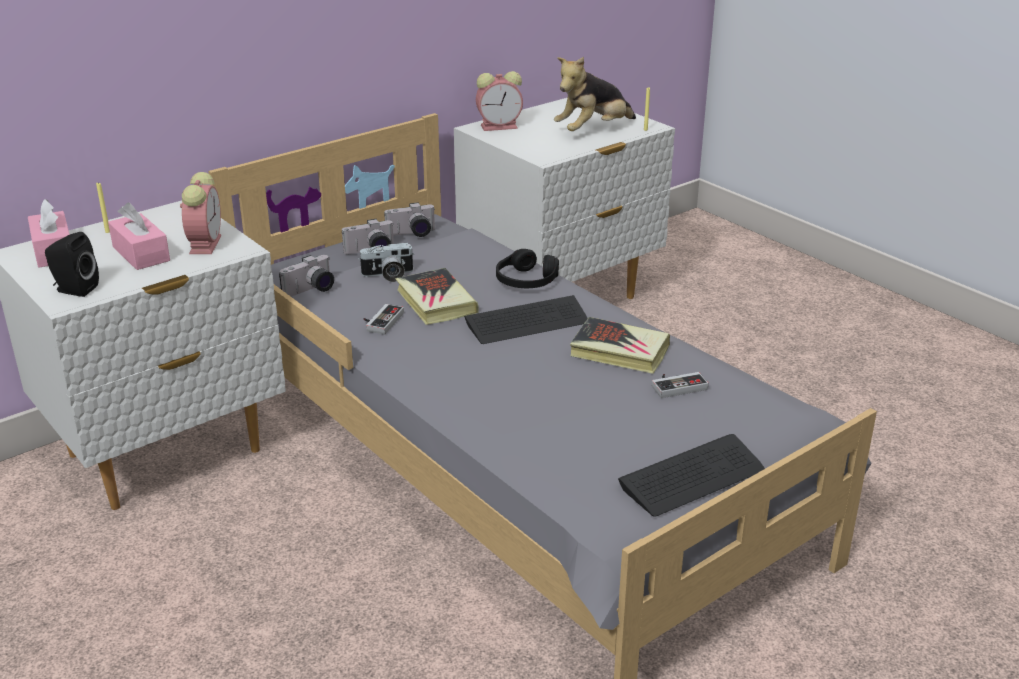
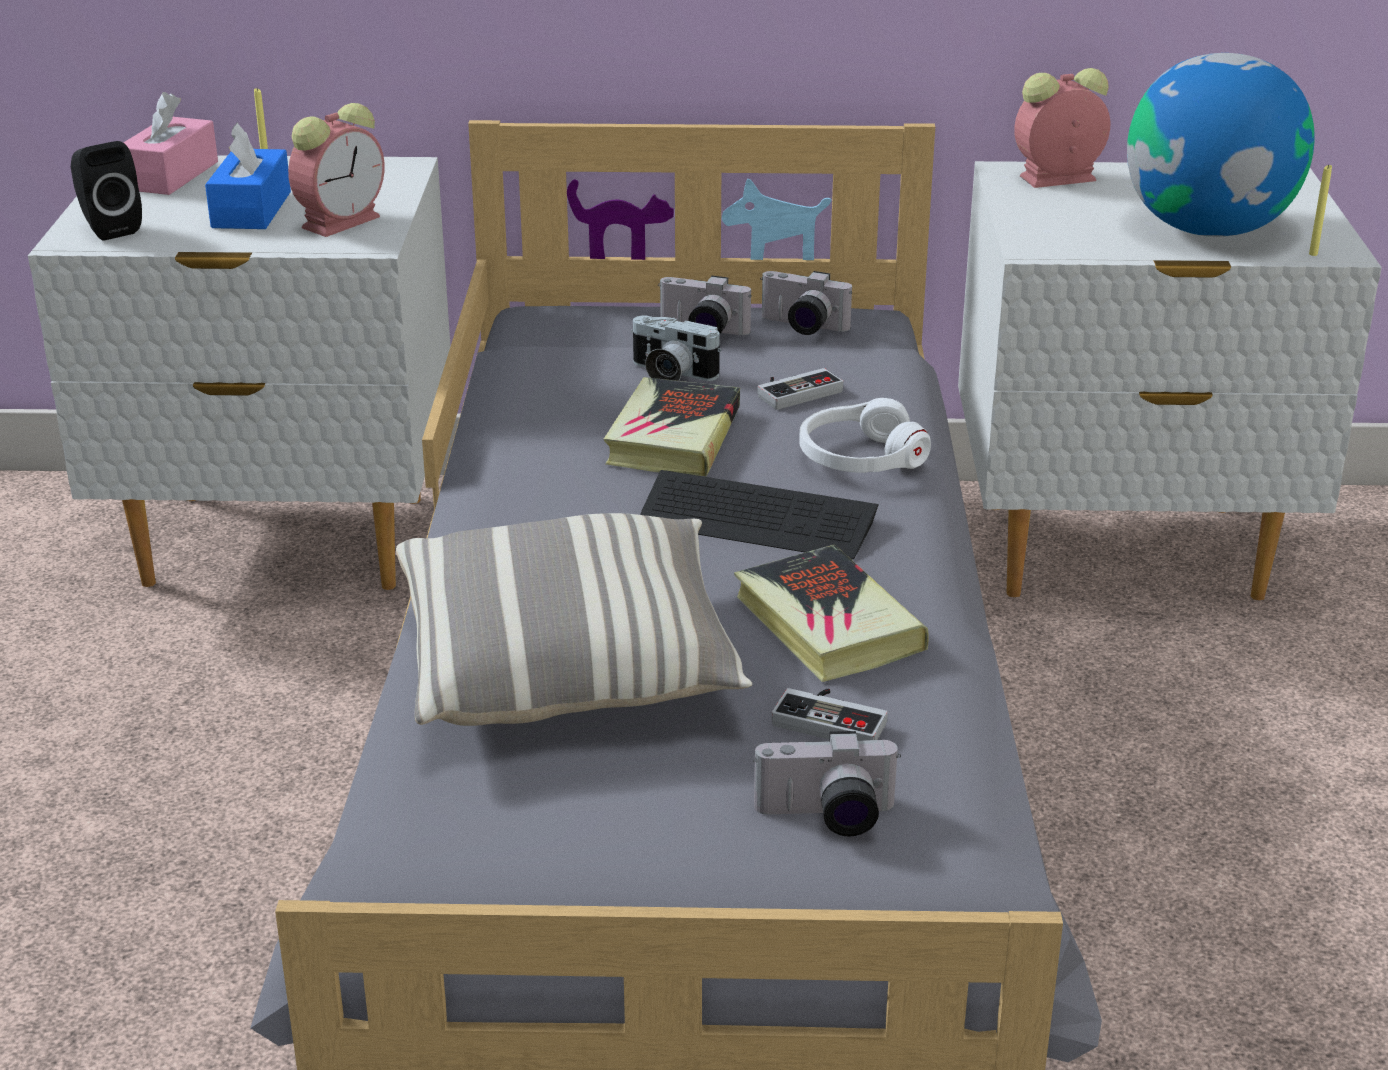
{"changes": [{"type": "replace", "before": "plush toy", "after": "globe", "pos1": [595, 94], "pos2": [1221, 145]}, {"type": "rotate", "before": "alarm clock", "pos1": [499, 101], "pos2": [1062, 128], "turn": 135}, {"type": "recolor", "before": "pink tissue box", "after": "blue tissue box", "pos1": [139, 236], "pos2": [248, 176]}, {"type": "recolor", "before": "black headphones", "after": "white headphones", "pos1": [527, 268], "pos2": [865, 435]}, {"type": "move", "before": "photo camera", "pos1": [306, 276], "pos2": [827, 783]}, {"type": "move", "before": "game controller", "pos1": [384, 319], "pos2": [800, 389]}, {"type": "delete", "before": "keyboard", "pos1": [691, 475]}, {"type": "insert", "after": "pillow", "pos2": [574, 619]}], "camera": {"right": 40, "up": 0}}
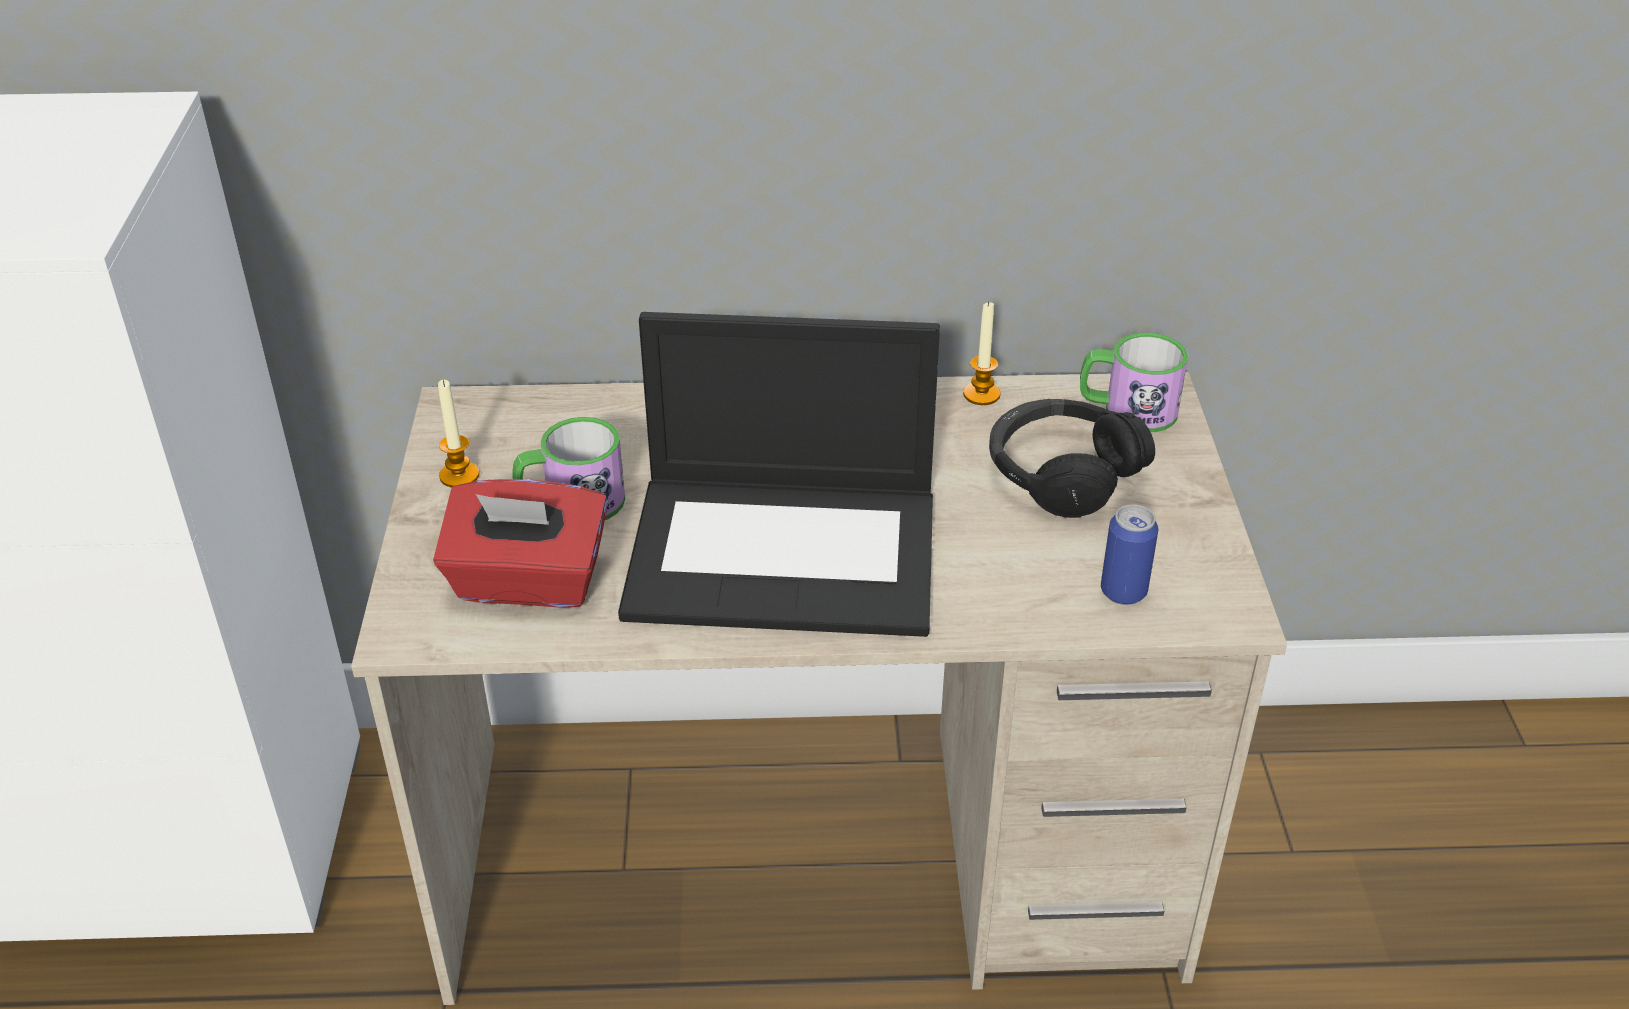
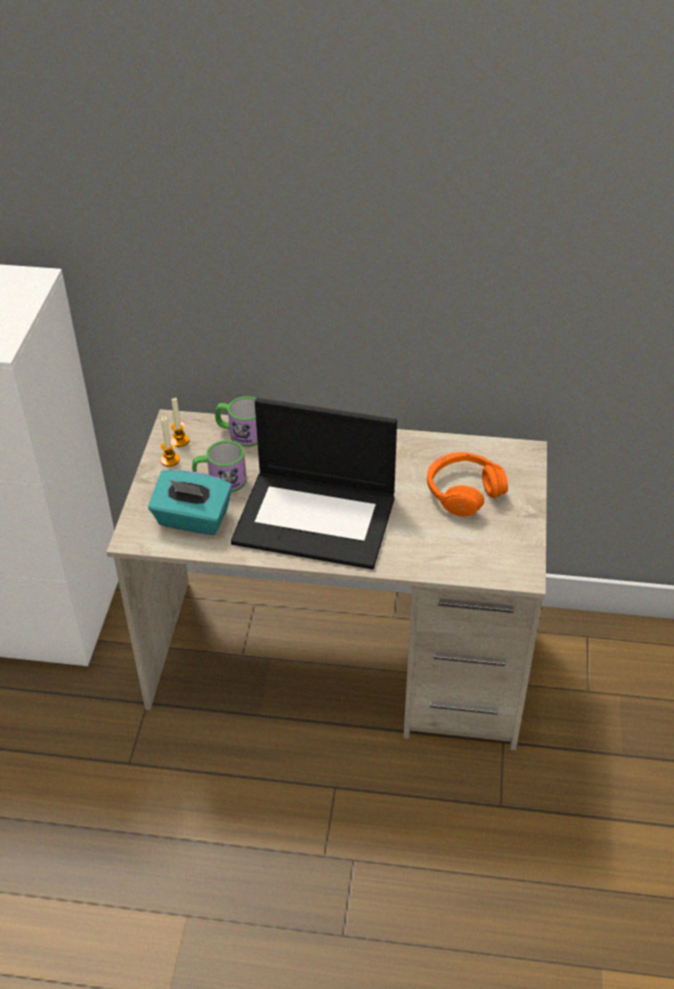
{"changes": [{"type": "move", "before": "candle", "pos1": [982, 353], "pos2": [179, 422]}, {"type": "move", "before": "mug", "pos1": [1134, 383], "pos2": [236, 421]}, {"type": "recolor", "before": "black headphones", "after": "orange headphones", "pos1": [1072, 458], "pos2": [467, 484]}, {"type": "recolor", "before": "red tissue box", "after": "turquoise tissue box", "pos1": [520, 543], "pos2": [190, 502]}, {"type": "delete", "before": "can", "pos1": [1130, 554]}], "camera": {"right": 10, "up": 5}}
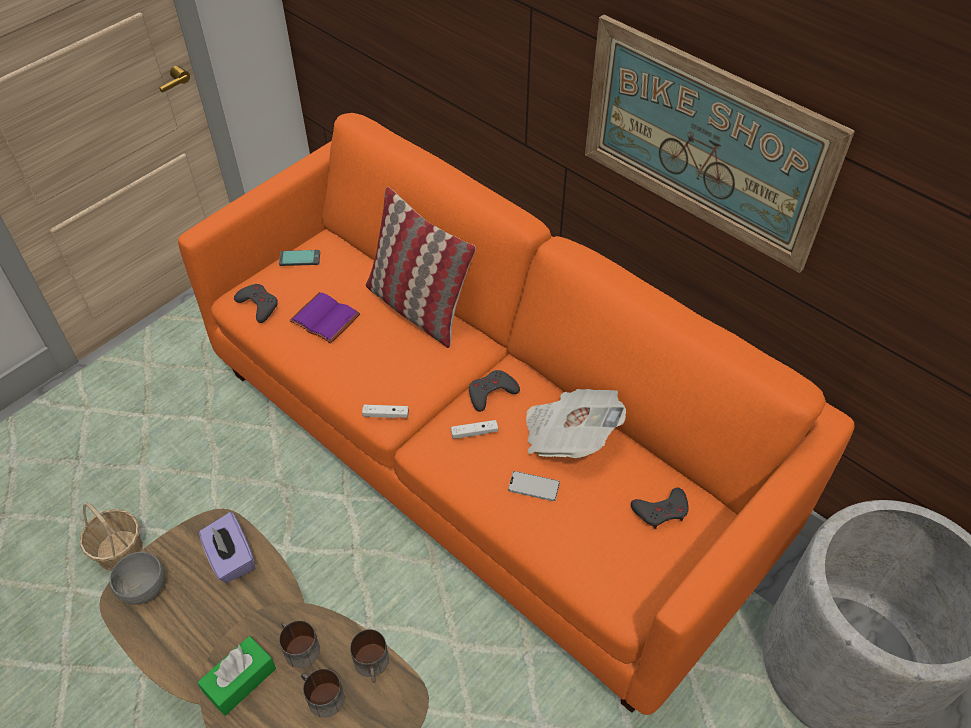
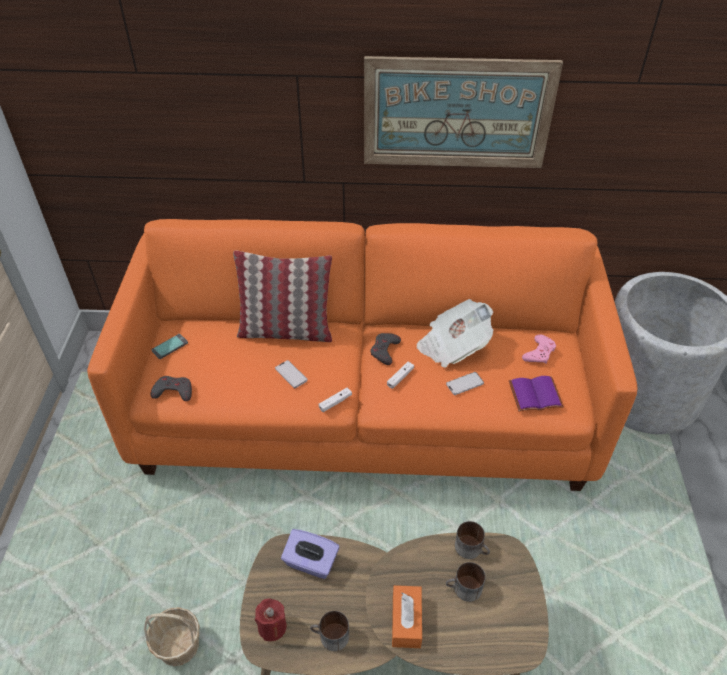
{"changes": [{"type": "move", "before": "purple book", "pos1": [324, 318], "pos2": [536, 393]}, {"type": "recolor", "before": "grey game controller", "after": "pink game controller", "pos1": [659, 508], "pos2": [539, 349]}, {"type": "replace", "before": "grey bowl", "after": "red candle", "pos1": [137, 578], "pos2": [271, 619]}, {"type": "move", "before": "mug", "pos1": [299, 644], "pos2": [329, 631]}, {"type": "recolor", "before": "green tissue box", "after": "orange tissue box", "pos1": [236, 676], "pos2": [407, 616]}, {"type": "insert", "after": "phone", "pos2": [291, 374]}], "camera": {"right": -40, "up": -5}}
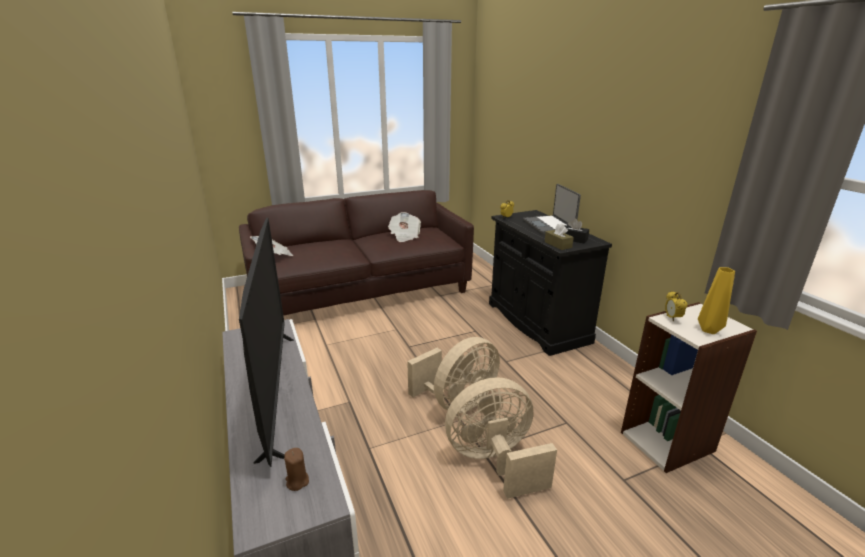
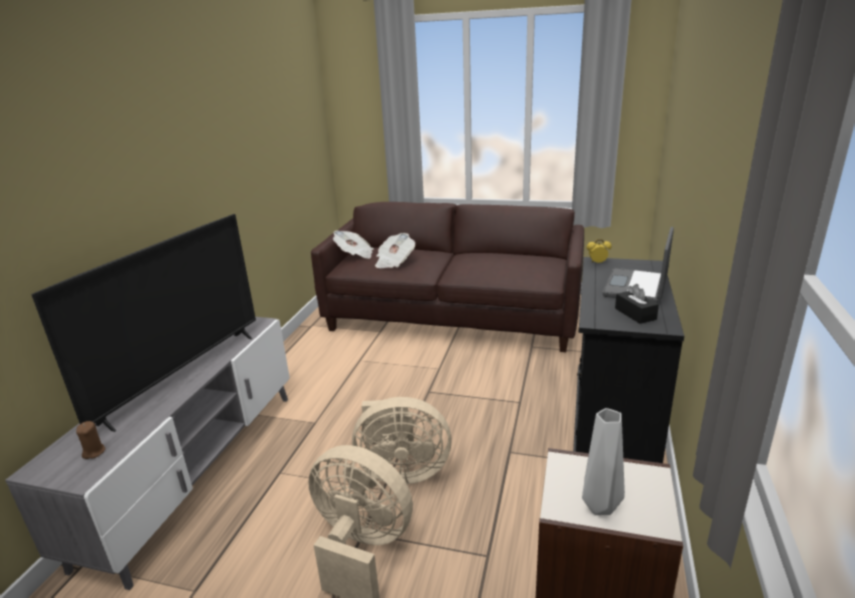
{"changes": [{"type": "move", "before": "newspaper", "pos1": [404, 227], "pos2": [395, 250]}, {"type": "delete", "before": "brown tissue box", "pos1": [559, 236]}, {"type": "recolor", "before": "yellow vase", "after": "grey vase", "pos1": [716, 300], "pos2": [603, 461]}, {"type": "delete", "before": "alarm clock", "pos1": [676, 306]}], "camera": {"right": 40, "up": 0}}
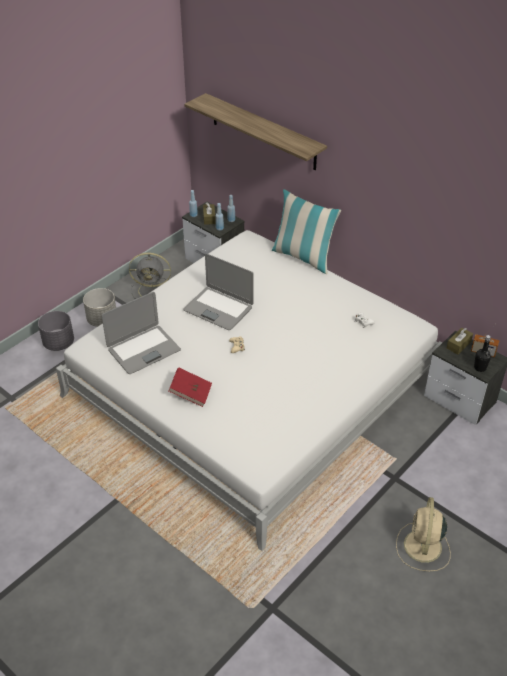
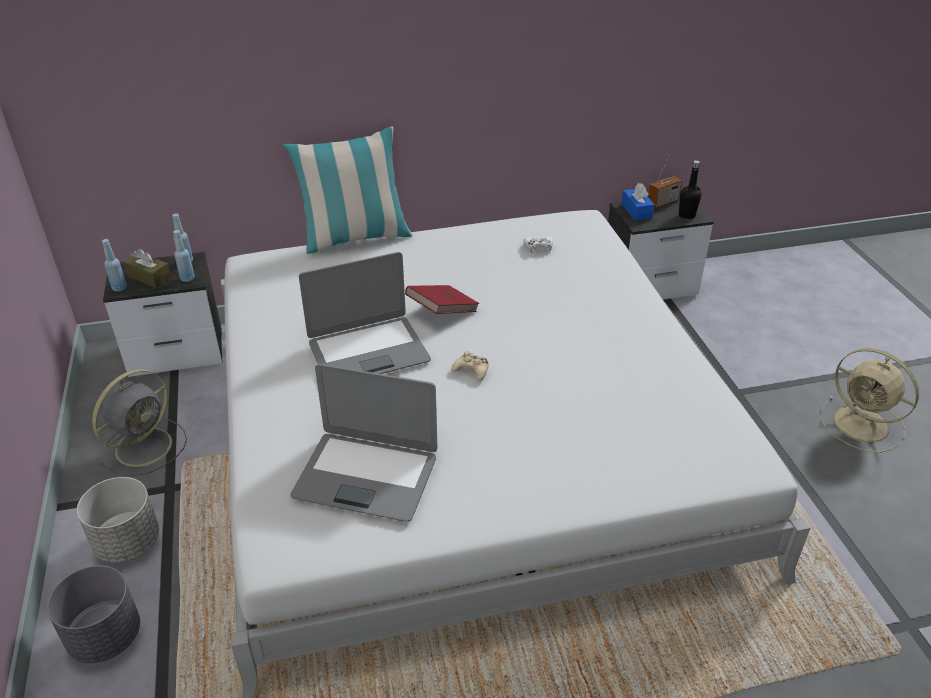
{"changes": [{"type": "delete", "before": "shelf", "pos1": [256, 131]}, {"type": "rotate", "before": "laptop", "pos1": [141, 333], "pos2": [364, 443], "turn": 105}, {"type": "recolor", "before": "brown tissue box", "after": "blue tissue box", "pos1": [459, 341], "pos2": [638, 202]}, {"type": "move", "before": "red book", "pos1": [190, 387], "pos2": [442, 299]}], "camera": {"right": -55, "up": -5}}
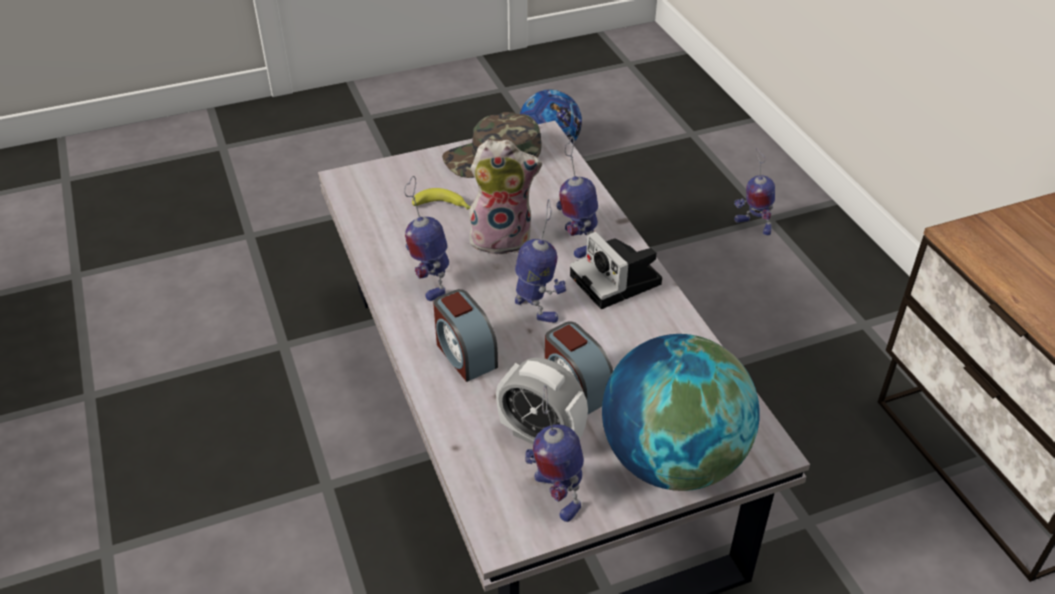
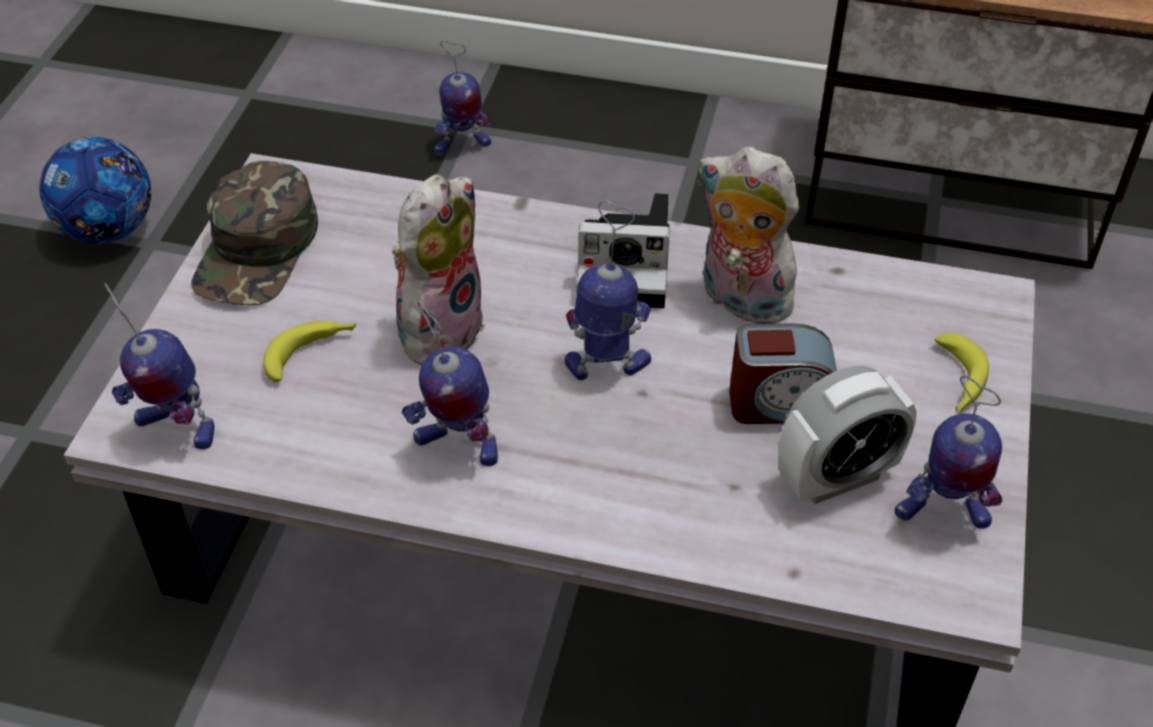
{"changes": [{"type": "move", "before": "toy robot", "pos1": [577, 197], "pos2": [159, 366]}, {"type": "delete", "before": "alarm clock", "pos1": [465, 335]}, {"type": "replace", "before": "globe", "after": "banana", "pos1": [681, 412], "pos2": [962, 373]}, {"type": "insert", "after": "plush toy", "pos2": [751, 235]}], "camera": {"right": -55, "up": 5}}
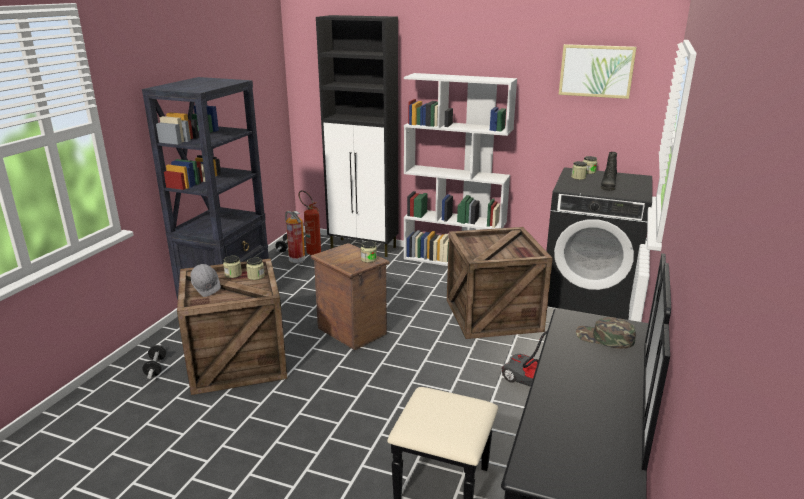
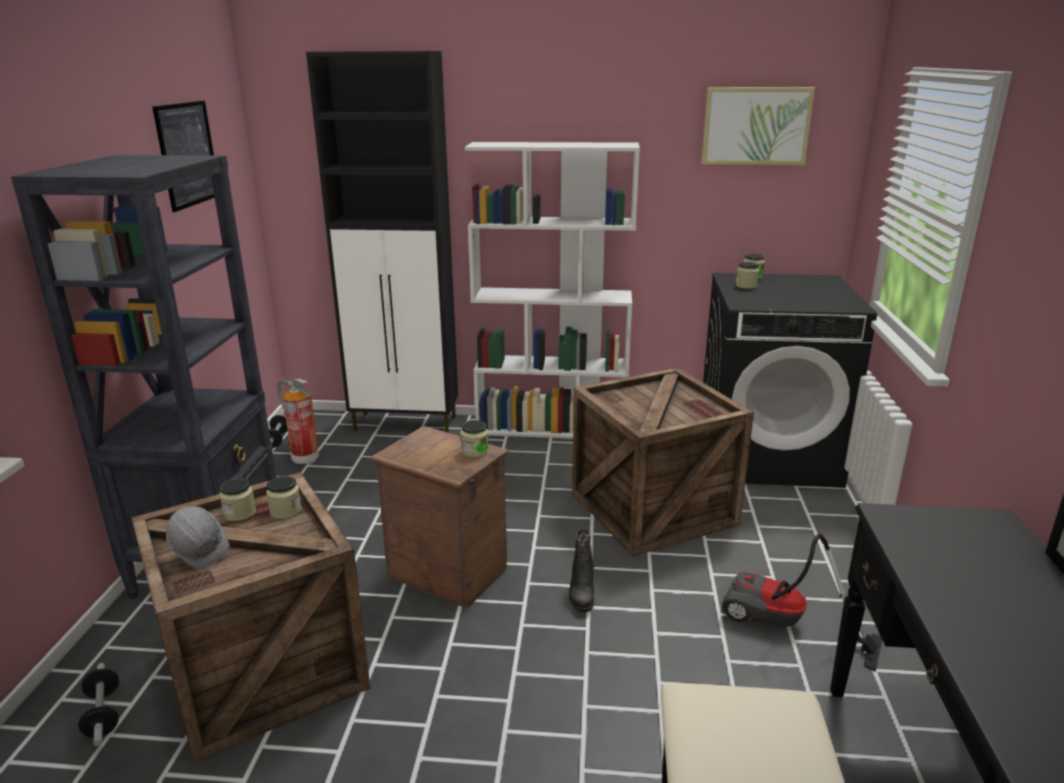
{"changes": [{"type": "move", "before": "black boot", "pos1": [609, 171], "pos2": [581, 570]}, {"type": "delete", "before": "fire extinguisher", "pos1": [309, 222]}, {"type": "delete", "before": "green cap", "pos1": [606, 333]}, {"type": "insert", "after": "picture", "pos2": [183, 156]}], "camera": {"right": -15, "up": 0}}
